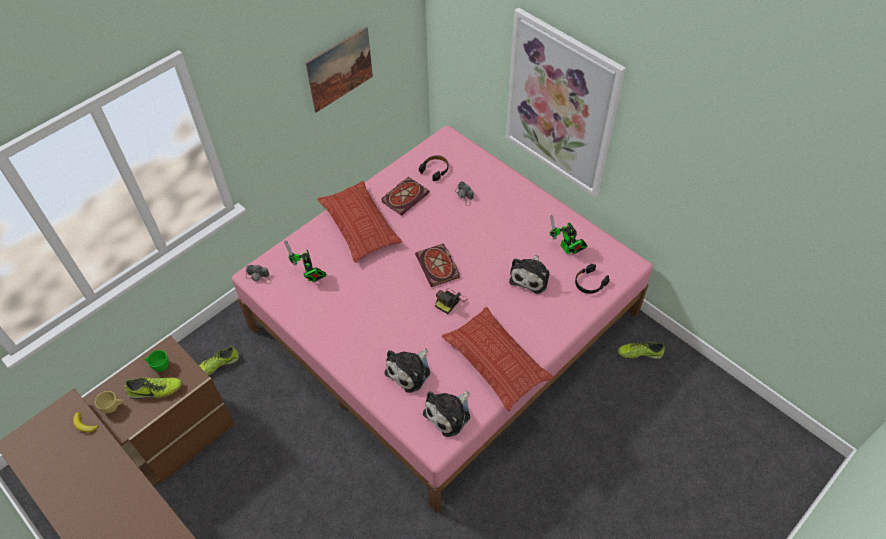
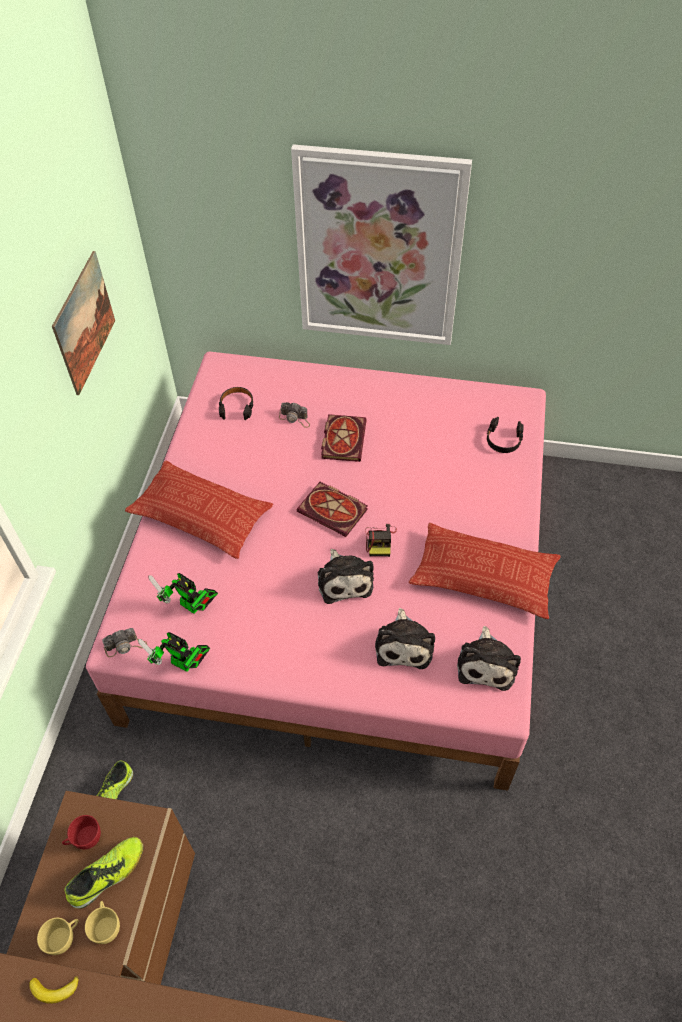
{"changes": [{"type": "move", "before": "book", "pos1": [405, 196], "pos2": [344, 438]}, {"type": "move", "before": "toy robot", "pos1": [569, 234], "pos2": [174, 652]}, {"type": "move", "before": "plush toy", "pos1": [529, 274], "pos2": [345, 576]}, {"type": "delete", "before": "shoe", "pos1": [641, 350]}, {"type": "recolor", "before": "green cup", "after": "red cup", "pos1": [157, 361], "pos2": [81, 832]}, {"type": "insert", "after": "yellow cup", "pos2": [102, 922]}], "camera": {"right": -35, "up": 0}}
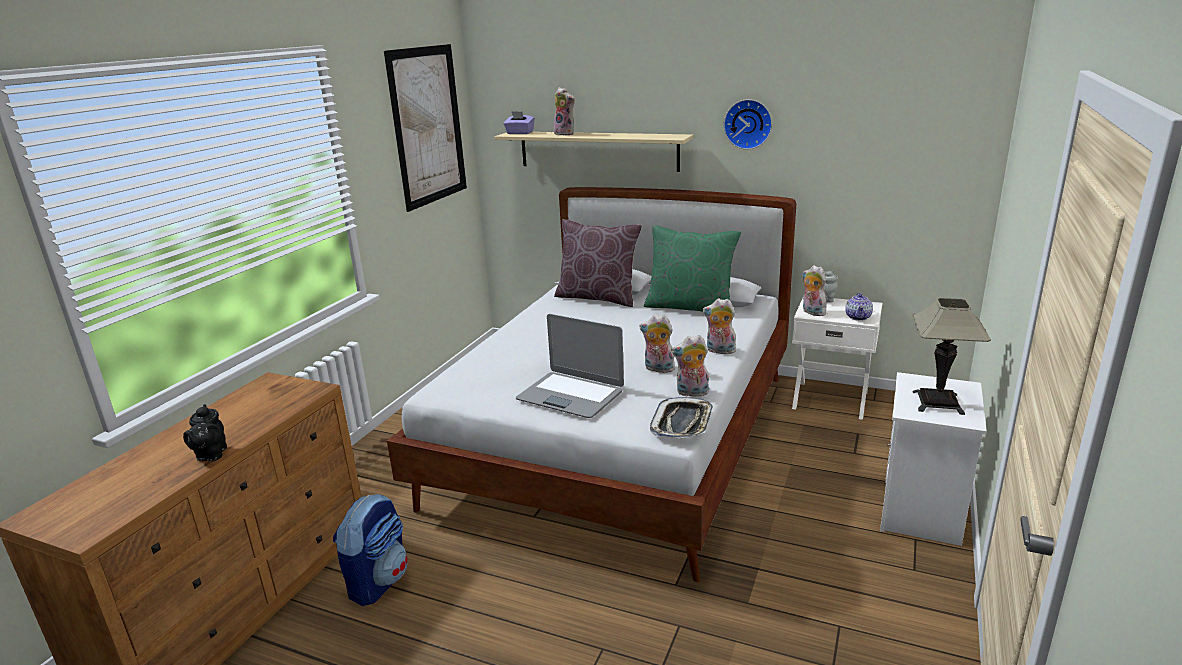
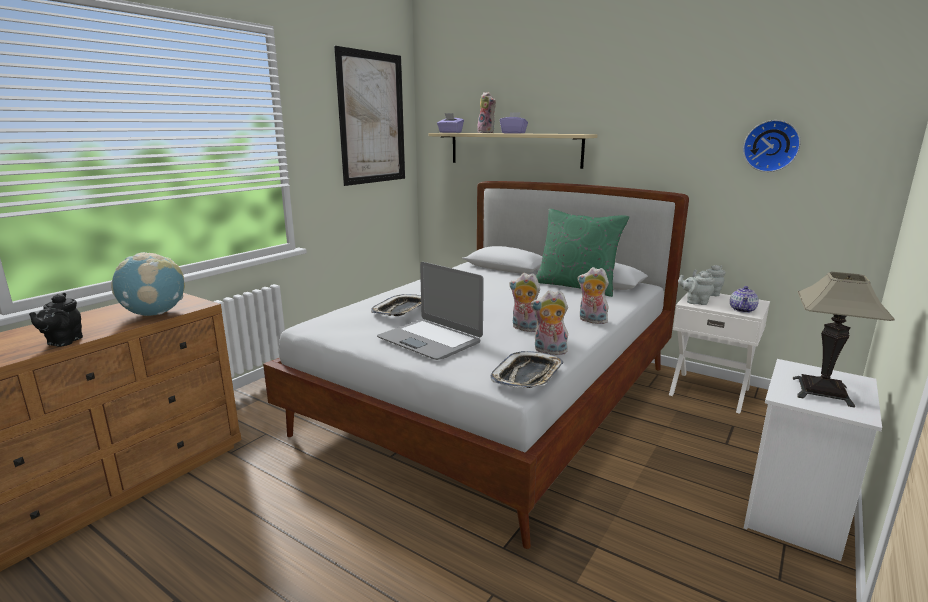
{"changes": [{"type": "move", "before": "wall clock", "pos1": [748, 124], "pos2": [772, 146]}, {"type": "delete", "before": "brown pillow", "pos1": [598, 263]}, {"type": "replace", "before": "plush toy", "after": "grey teapot", "pos1": [814, 290], "pos2": [696, 288]}, {"type": "delete", "before": "backpack", "pos1": [370, 550]}, {"type": "insert", "after": "purple tissue box", "pos2": [514, 123]}, {"type": "insert", "after": "globe", "pos2": [148, 284]}, {"type": "insert", "after": "tray", "pos2": [396, 305]}], "camera": {"right": 10, "up": -5}}
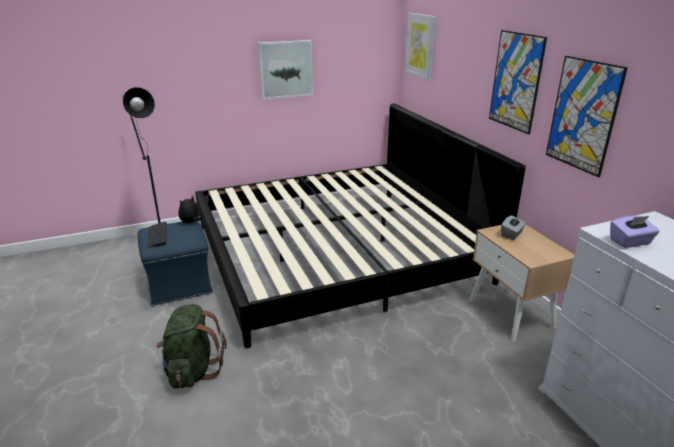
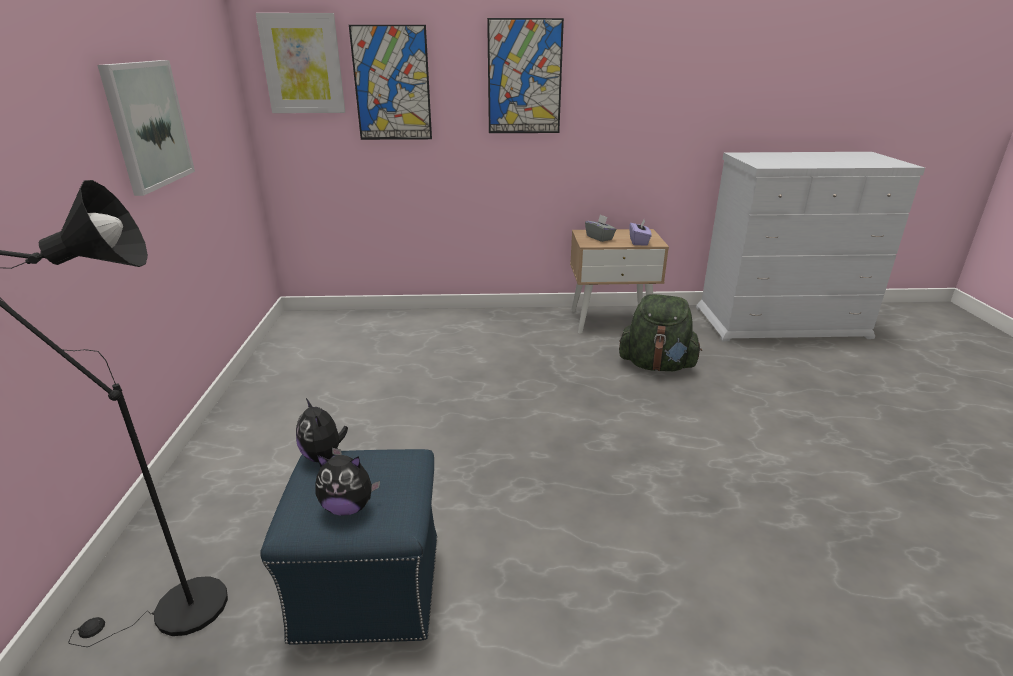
{"changes": [{"type": "move", "before": "picture", "pos1": [587, 116], "pos2": [390, 82]}, {"type": "delete", "before": "bed", "pos1": [360, 226]}, {"type": "move", "before": "purple tissue box", "pos1": [634, 231], "pos2": [641, 232]}, {"type": "replace", "before": "keyboard", "after": "plush toy", "pos1": [157, 234], "pos2": [347, 485]}, {"type": "move", "before": "green backpack", "pos1": [191, 346], "pos2": [660, 332]}], "camera": {"right": -70, "up": 0}}
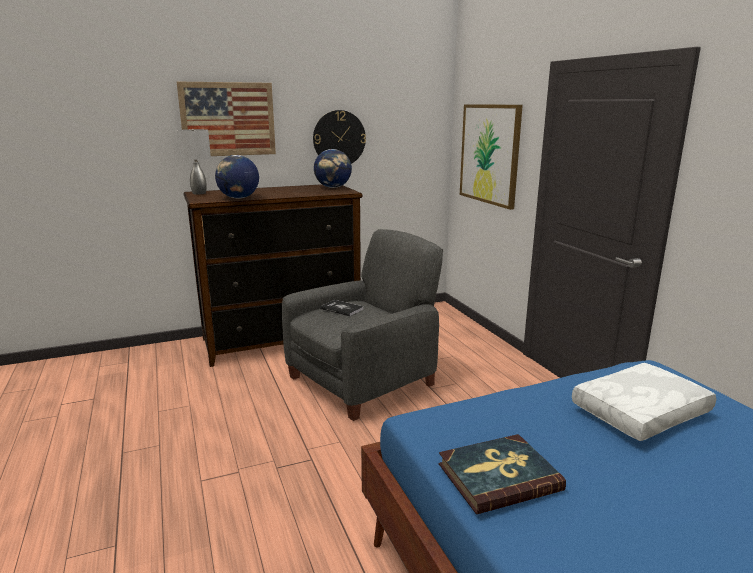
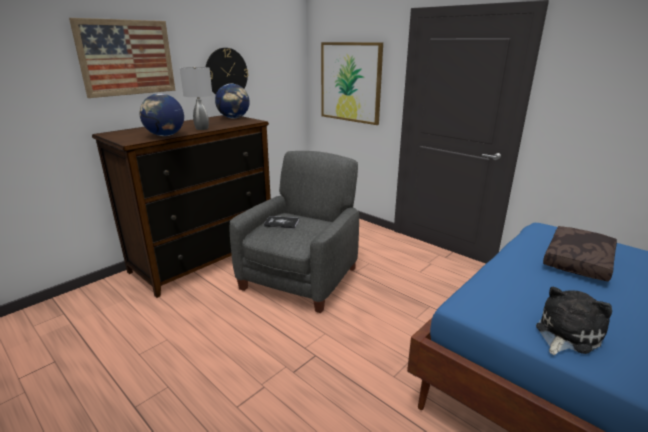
{"changes": [{"type": "move", "before": "grey table lamp", "pos1": [194, 162], "pos2": [196, 98]}, {"type": "recolor", "before": "white pillow", "after": "brown pillow", "pos1": [644, 402], "pos2": [580, 254]}, {"type": "replace", "before": "book", "after": "plush toy", "pos1": [502, 474], "pos2": [574, 321]}], "camera": {"right": -25, "up": 5}}
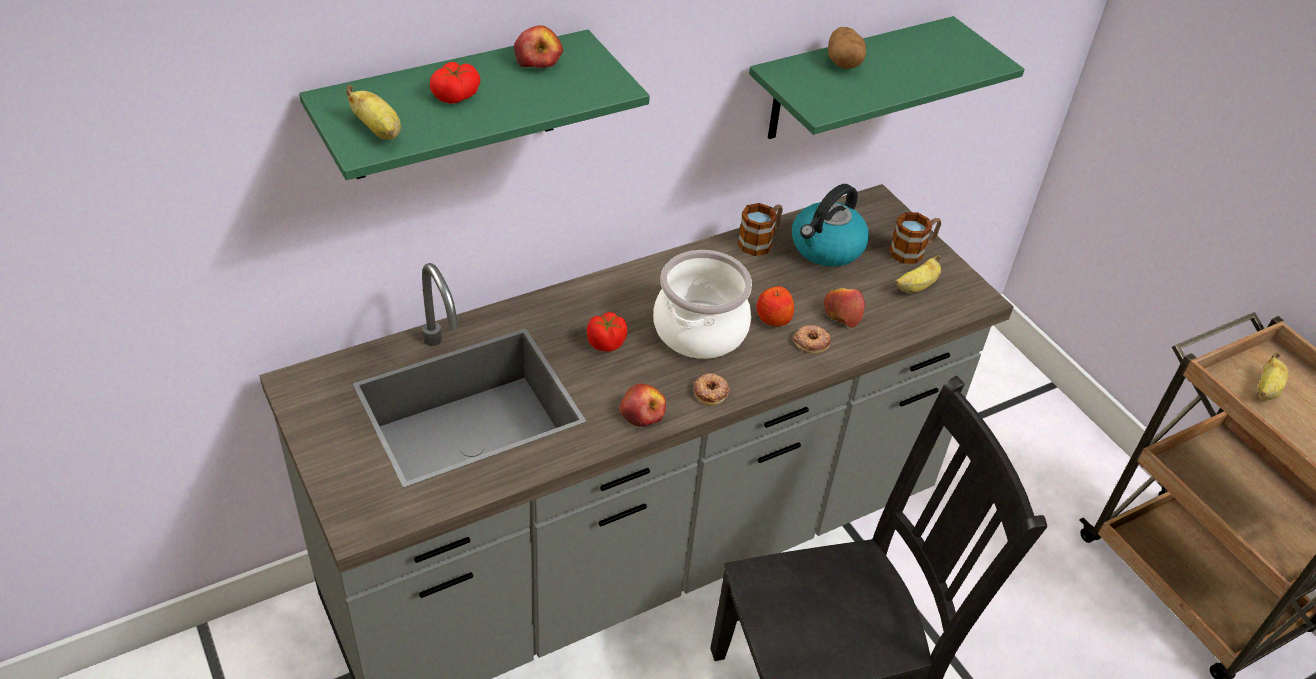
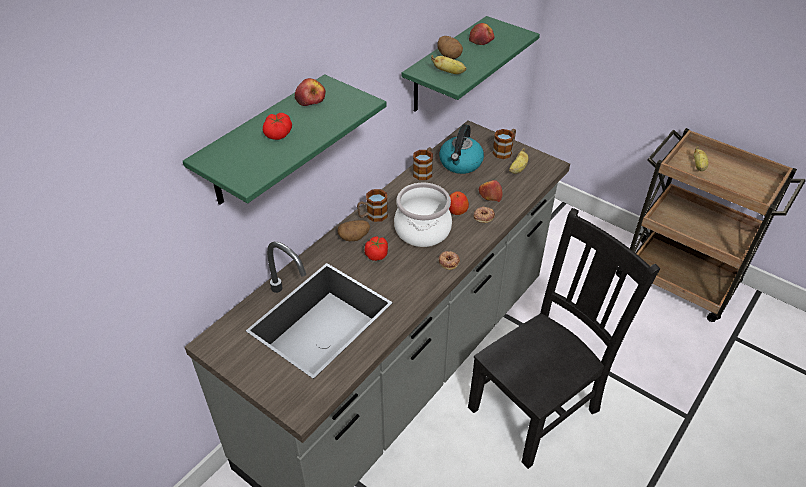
{"changes": [{"type": "move", "before": "banana", "pos1": [373, 112], "pos2": [449, 64]}, {"type": "move", "before": "apple", "pos1": [642, 405], "pos2": [481, 34]}, {"type": "insert", "after": "mug", "pos2": [372, 205]}, {"type": "insert", "after": "potato", "pos2": [354, 230]}], "camera": {"right": -20, "up": 0}}
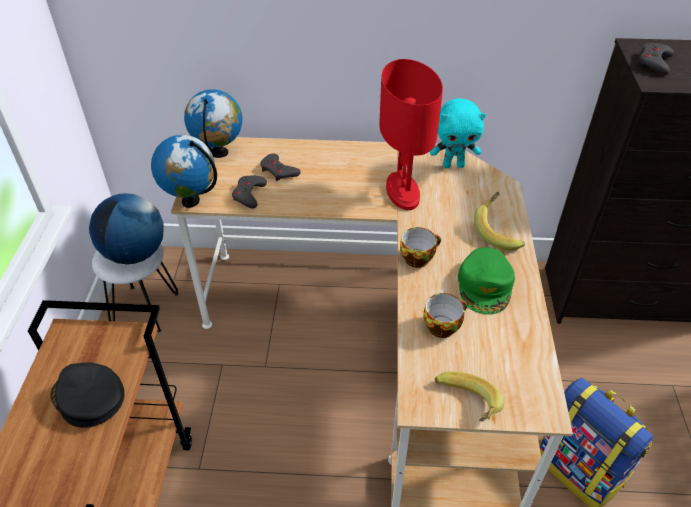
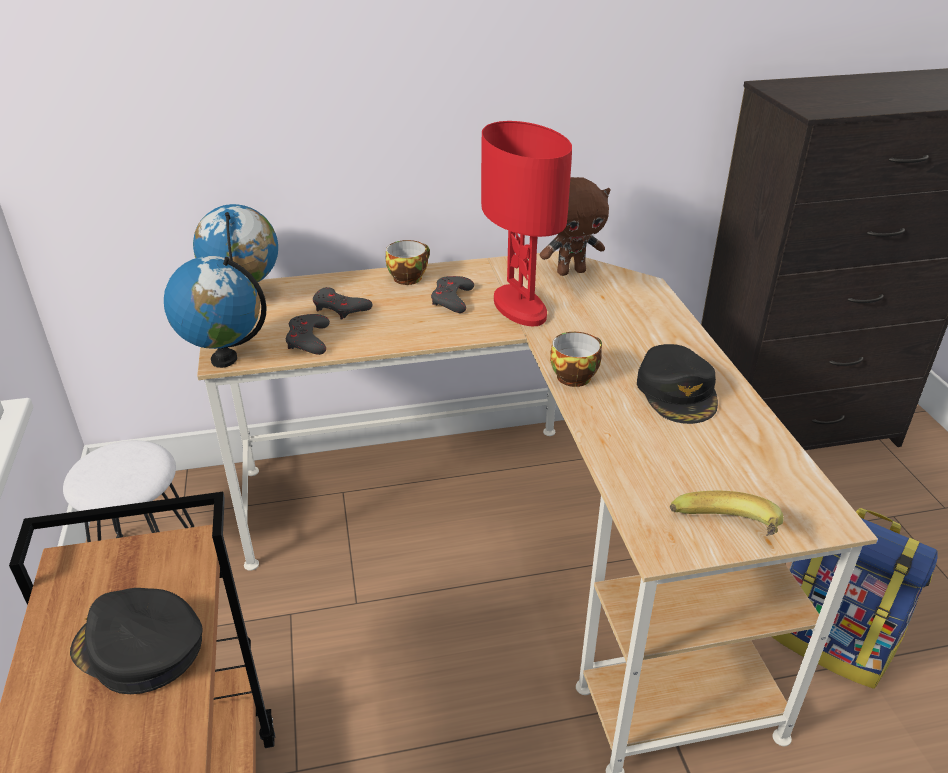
{"changes": [{"type": "move", "before": "grey game controller", "pos1": [656, 59], "pos2": [452, 294]}, {"type": "recolor", "before": "turquoise plush toy", "after": "brown plush toy", "pos1": [458, 133], "pos2": [575, 226]}, {"type": "delete", "before": "banana", "pos1": [499, 221]}, {"type": "delete", "before": "globe", "pos1": [126, 228]}, {"type": "recolor", "before": "green cap", "after": "black cap", "pos1": [486, 281], "pos2": [677, 384]}, {"type": "move", "before": "cup", "pos1": [445, 315], "pos2": [408, 262]}], "camera": {"right": -15, "up": -10}}
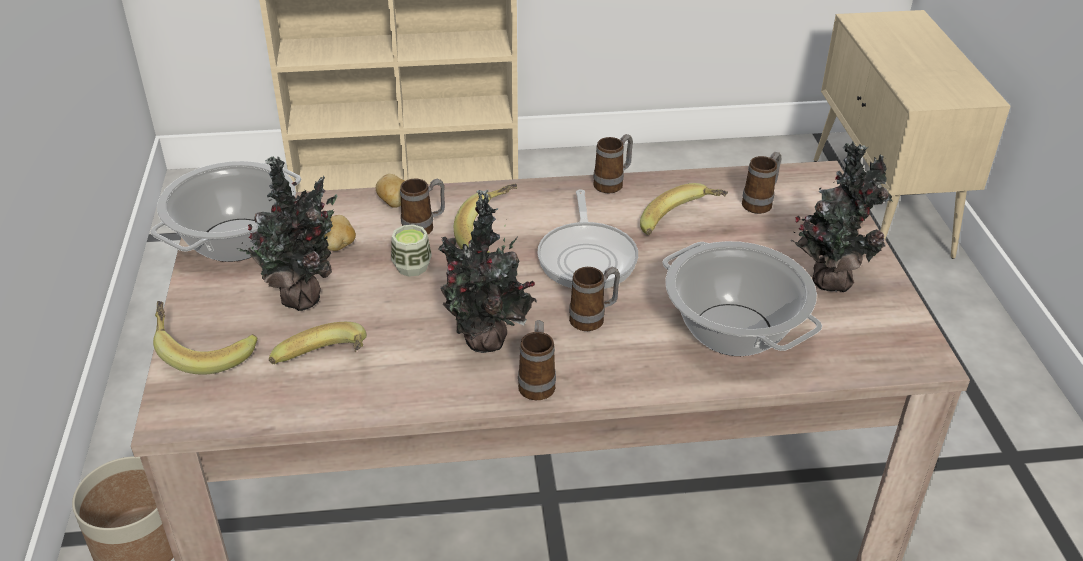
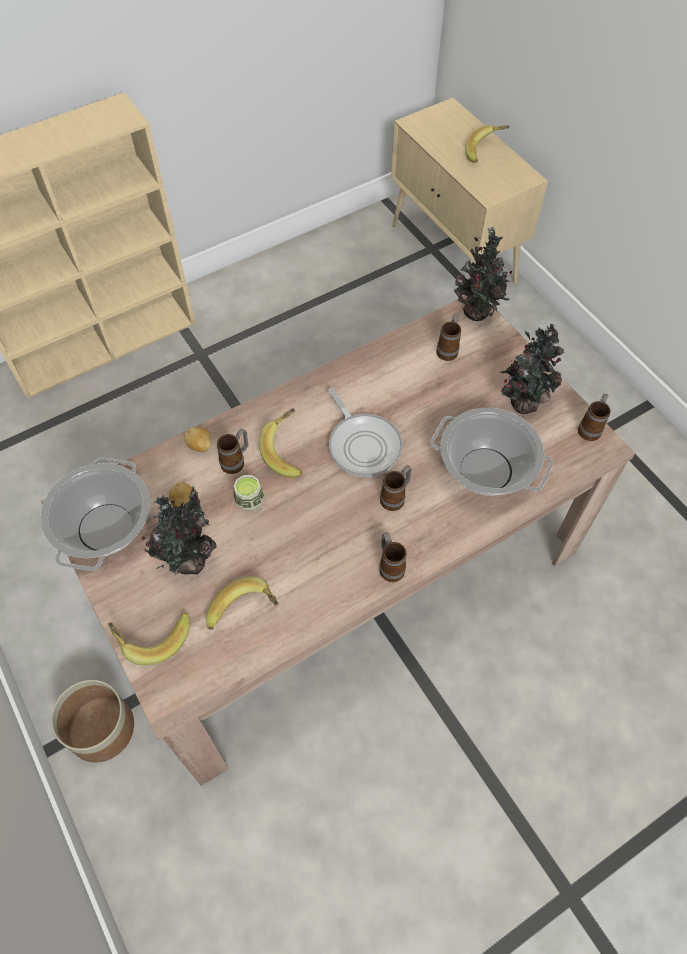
{"changes": [{"type": "move", "before": "mug", "pos1": [613, 163], "pos2": [594, 417]}, {"type": "move", "before": "banana", "pos1": [684, 209], "pos2": [487, 144]}, {"type": "move", "before": "potted plant", "pos1": [487, 271], "pos2": [483, 273]}], "camera": {"right": -25, "up": 20}}
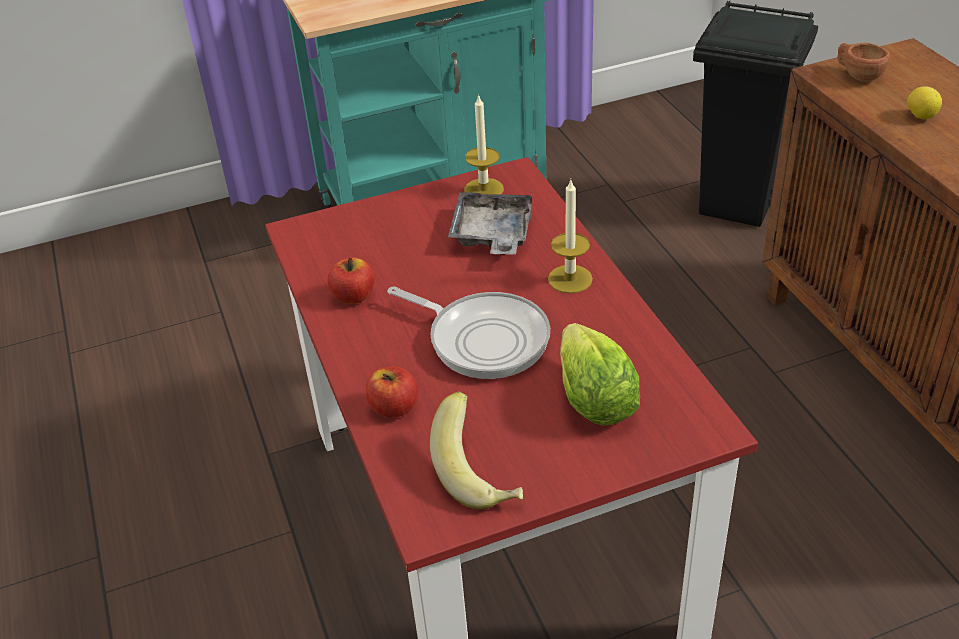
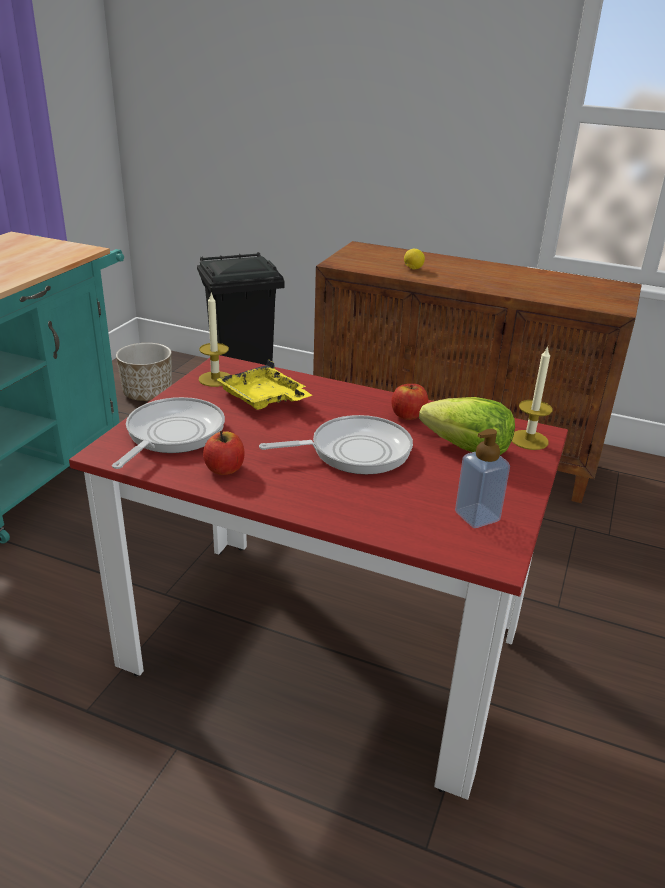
{"changes": [{"type": "delete", "before": "brown cup", "pos1": [863, 62]}, {"type": "move", "before": "candle", "pos1": [570, 236], "pos2": [532, 398]}, {"type": "recolor", "before": "grey tray", "after": "yellow tray", "pos1": [490, 222], "pos2": [264, 384]}, {"type": "move", "before": "apple", "pos1": [392, 392], "pos2": [410, 402]}, {"type": "replace", "before": "banana", "after": "soap dispenser", "pos1": [476, 451], "pos2": [482, 478]}, {"type": "insert", "after": "planter", "pos2": [144, 372]}, {"type": "insert", "after": "frying pan", "pos2": [168, 433]}], "camera": {"right": -50, "up": -10}}
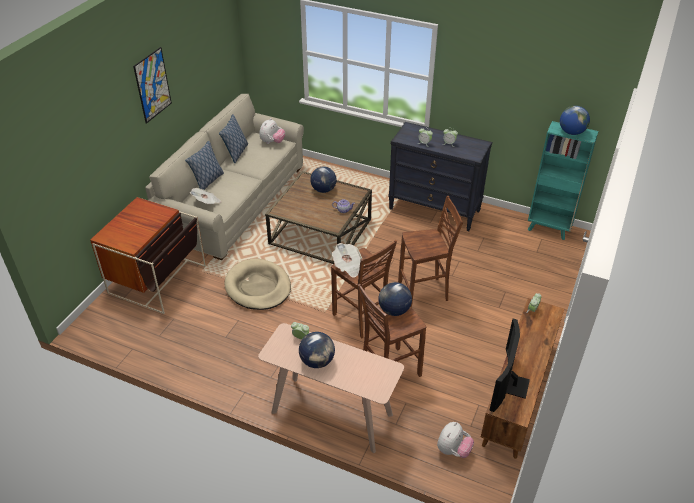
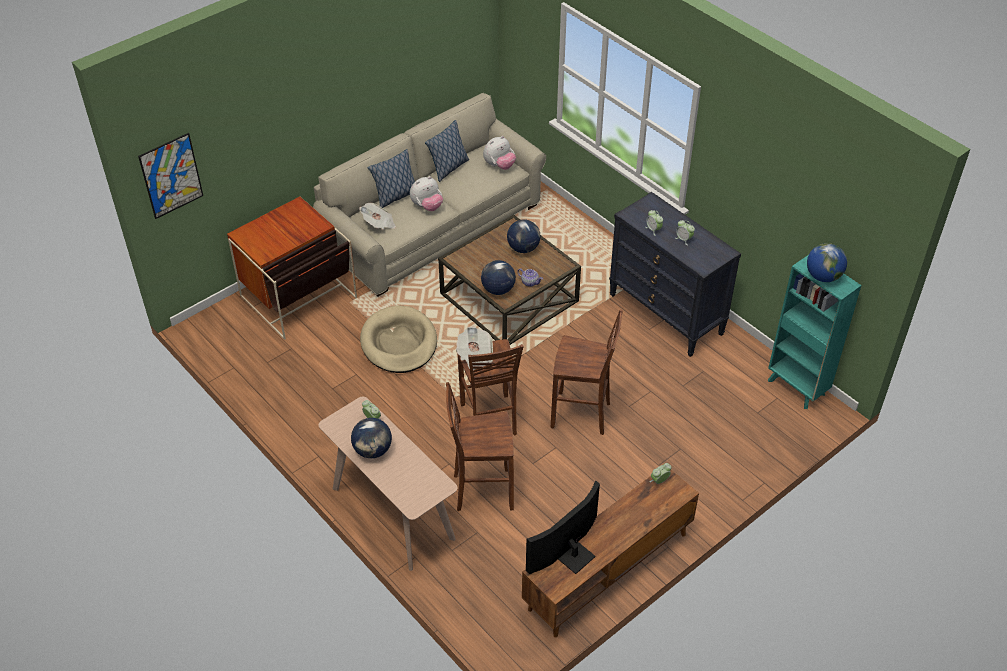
{"changes": [{"type": "move", "before": "picture", "pos1": [152, 85], "pos2": [170, 176]}, {"type": "move", "before": "globe", "pos1": [395, 299], "pos2": [498, 277]}, {"type": "move", "before": "plush toy", "pos1": [455, 440], "pos2": [426, 193]}], "camera": {"right": 25, "up": 5}}
